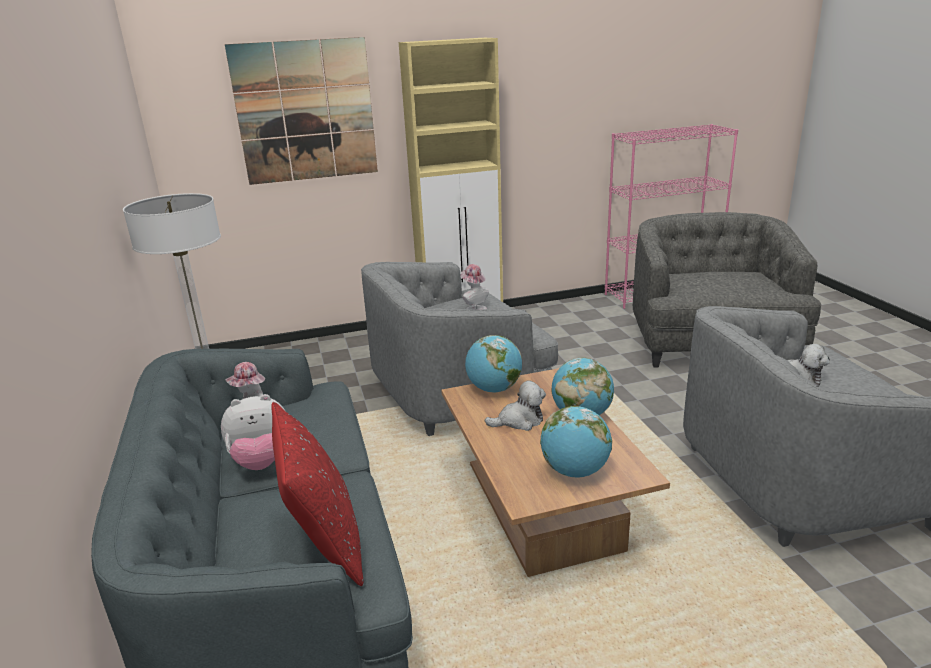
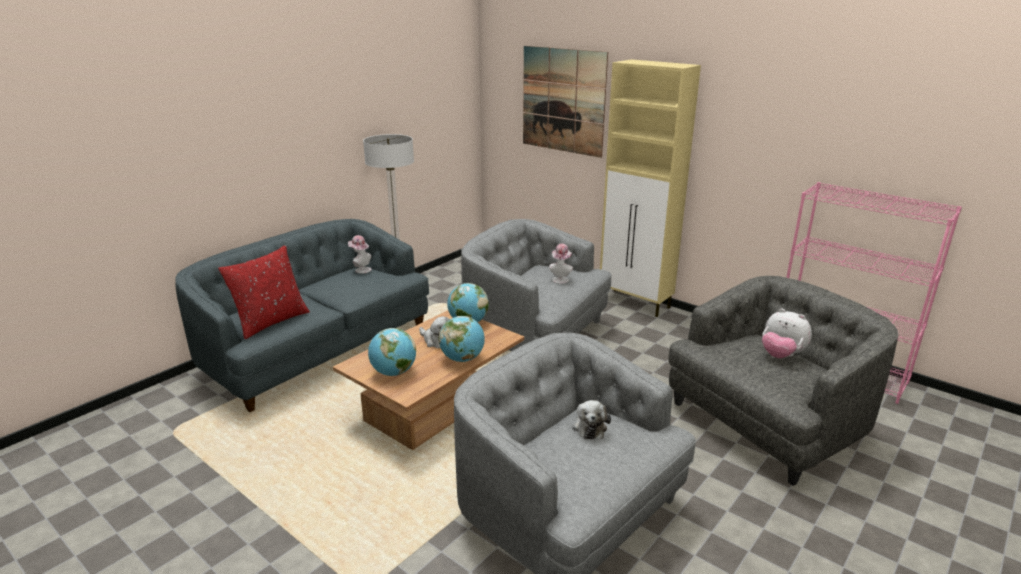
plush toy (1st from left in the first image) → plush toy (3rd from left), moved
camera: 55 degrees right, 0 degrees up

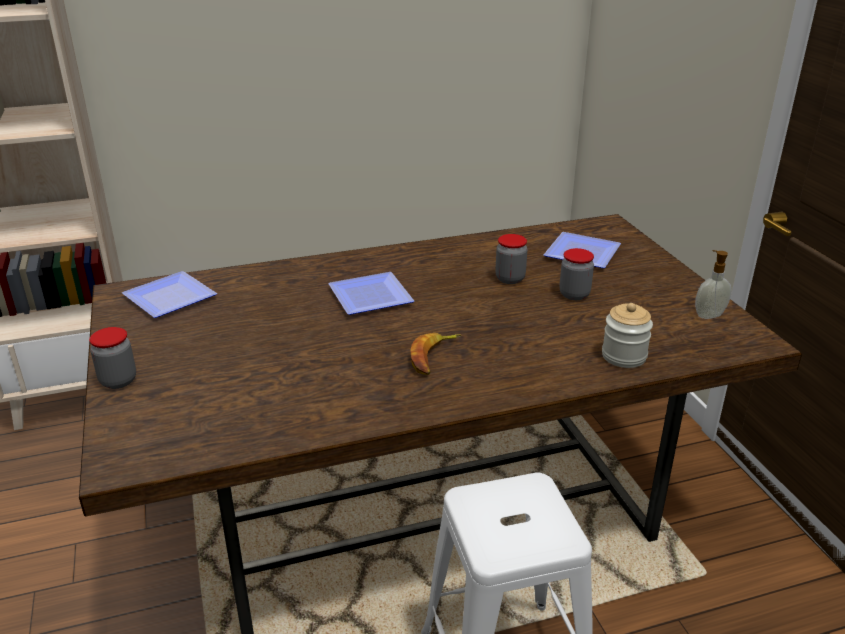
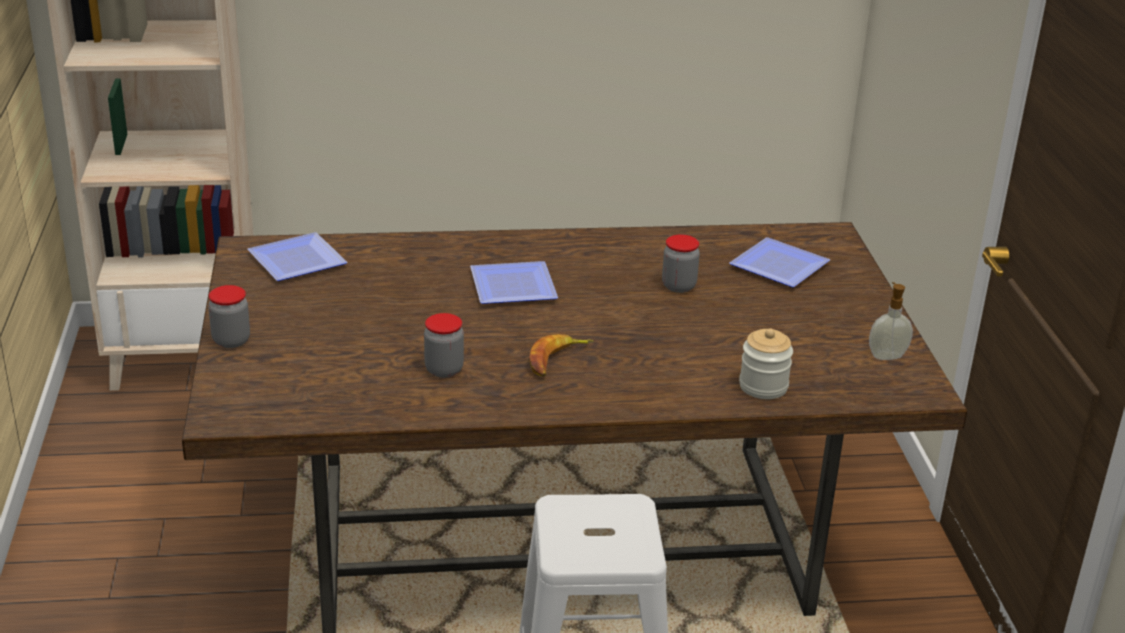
preserve jar (3rd from left in the first image) → preserve jar (2nd from left), moved
camera: 10 degrees right, 0 degrees up

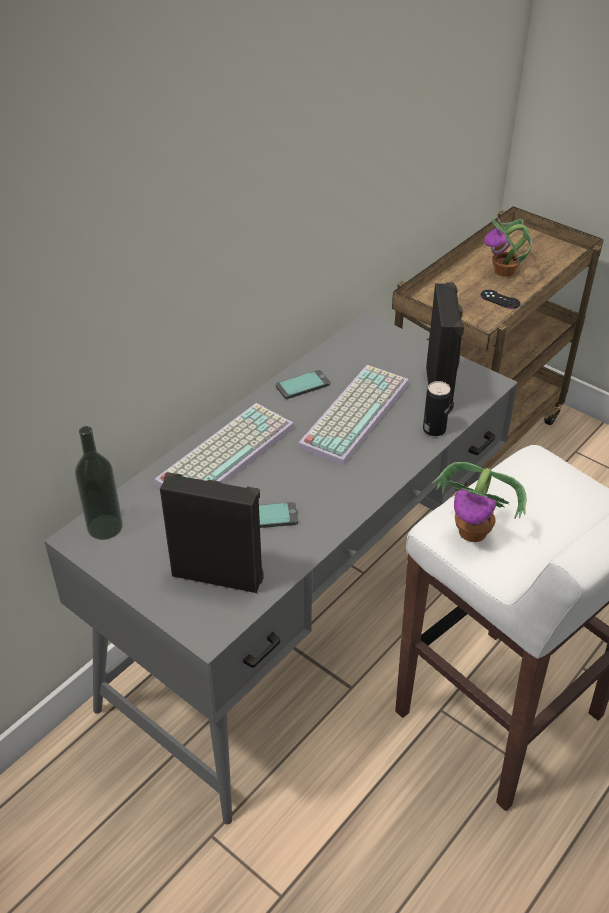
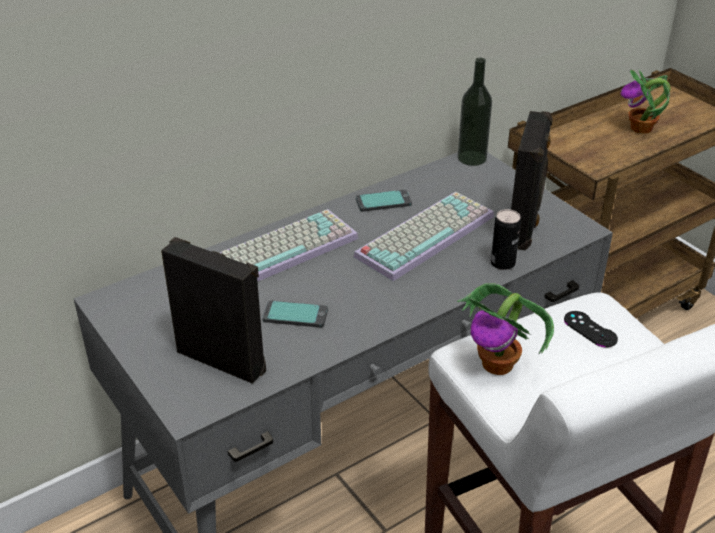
black joypad, moved
bottle, moved
camera: 15 degrees right, 5 degrees down

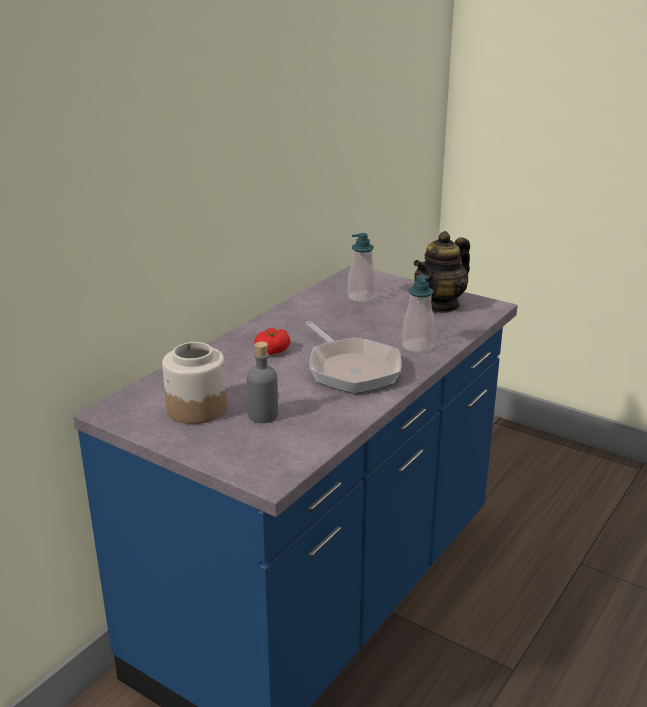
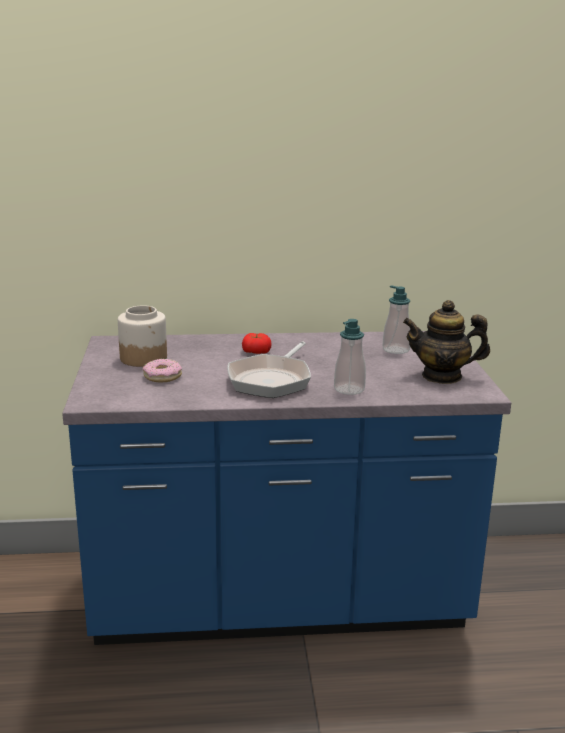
greyish bottle → doughnut
camera: 50 degrees right, 5 degrees down

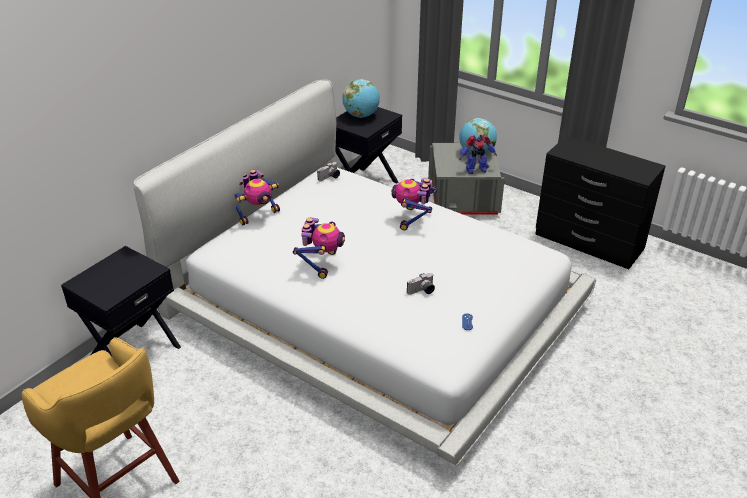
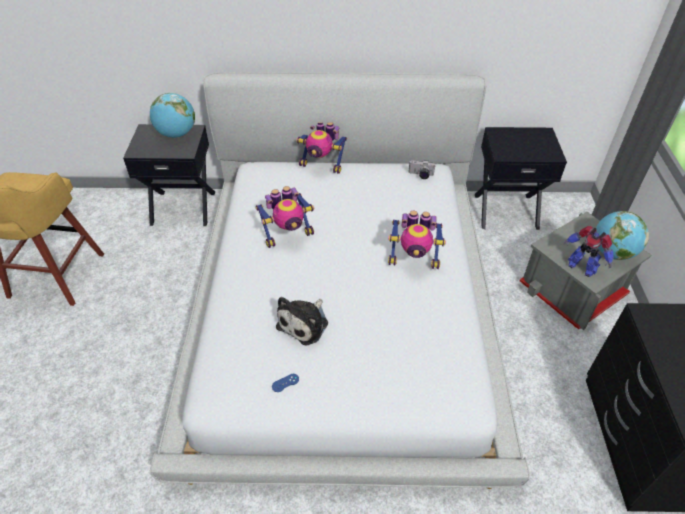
desk globe (1st from left), moved
toy robot (3rd from left), 150 degrees counterclockwise
photo camera (2nd from left) → plush toy
camera: 55 degrees right, 10 degrees up

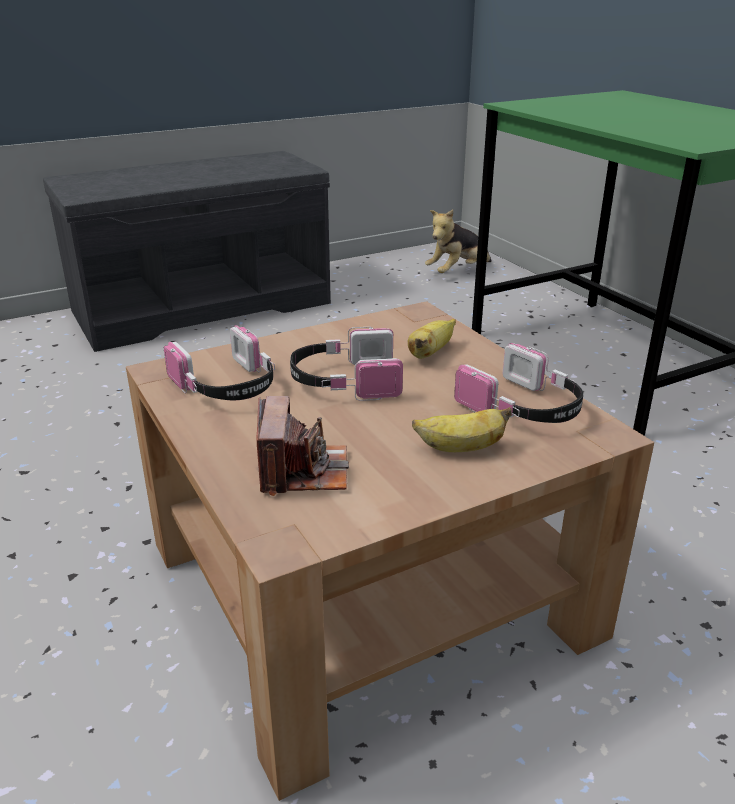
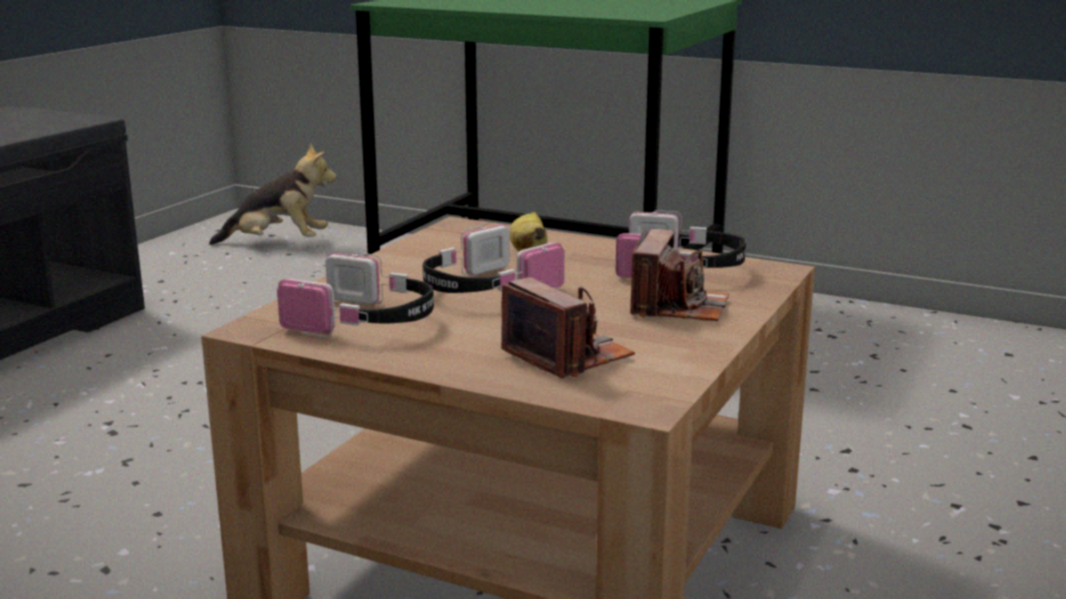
plush toy, 105 degrees counterclockwise
banana fruit (2nd from left) → photo camera (2nd from left)
camera: 35 degrees left, 10 degrees down

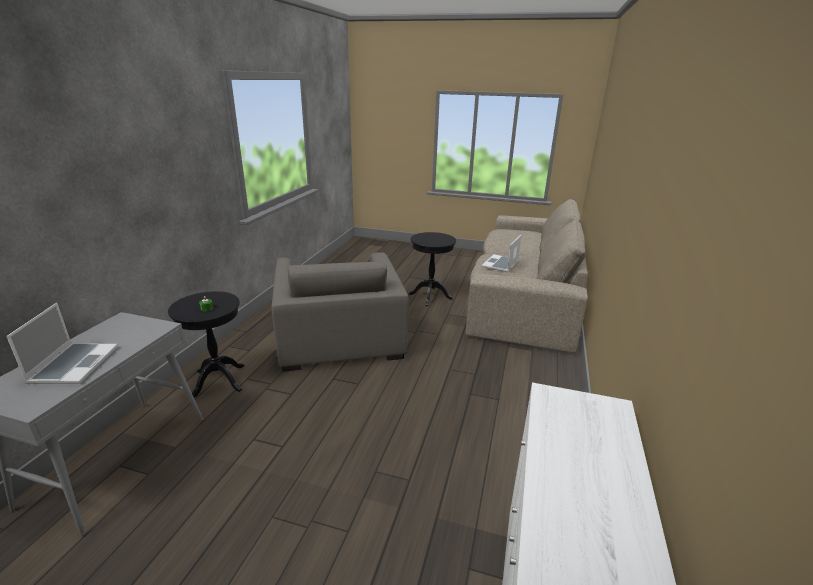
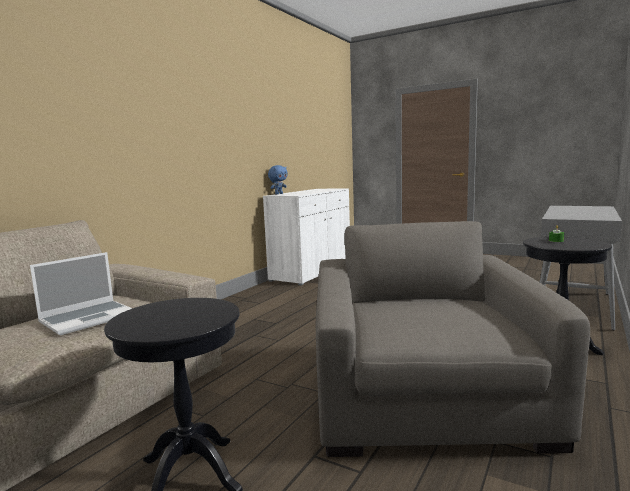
portable computer (1st from left) → -
- → blue plush toy
camera: 165 degrees left, 15 degrees down

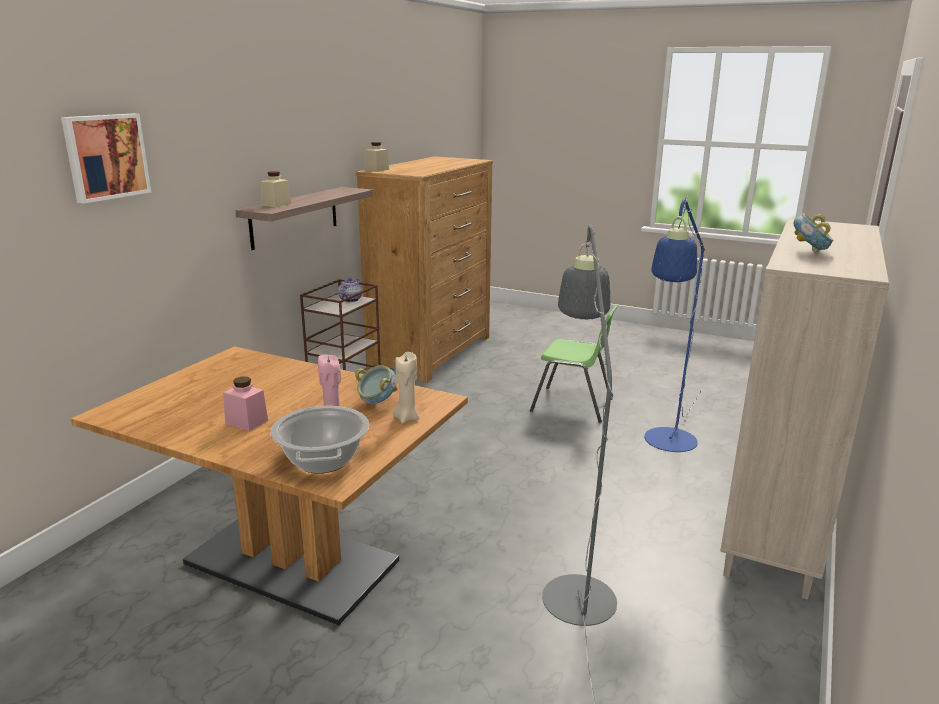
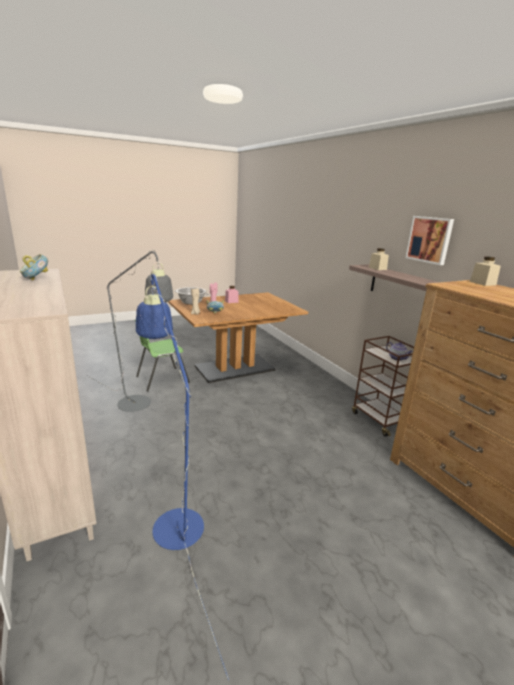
wall art, moved
green upright chair, moved
camera: 125 degrees right, 0 degrees up

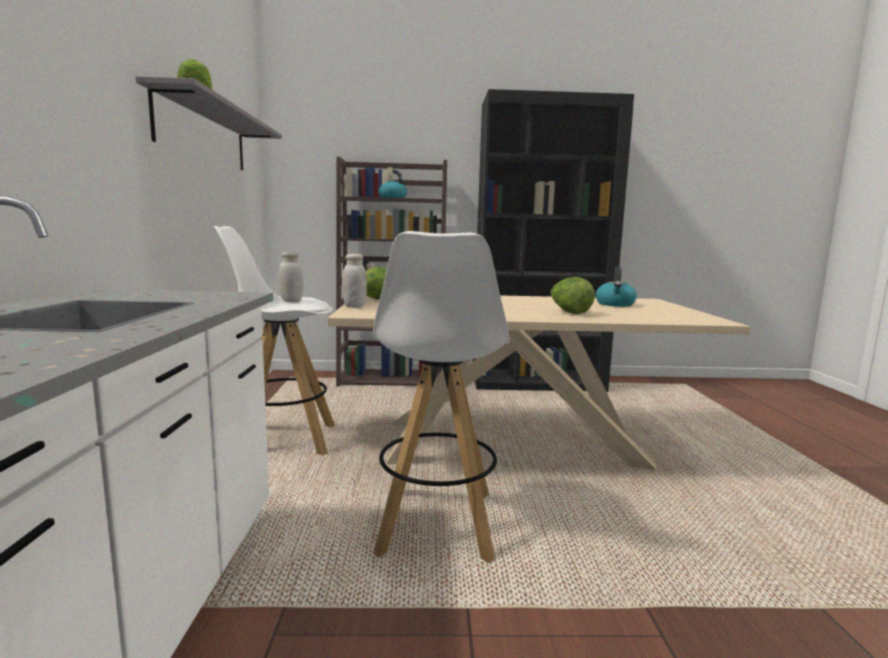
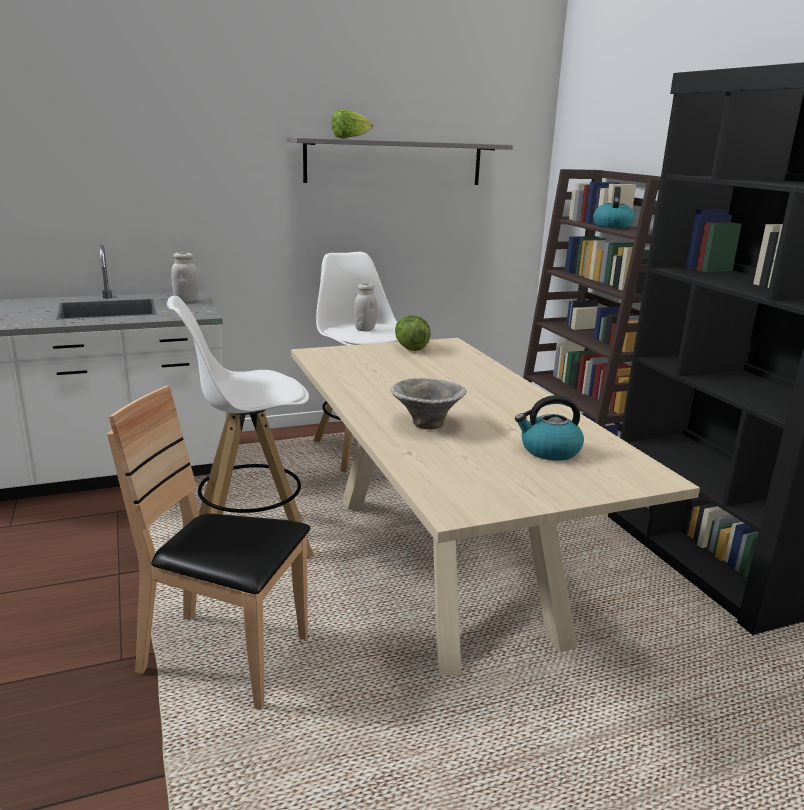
whitish preserve jar (2nd from left in the first image) → whitish preserve jar (1st from left), moved
lettuce (3rd from left) → deep dish
- → brownish upright chair
camera: 70 degrees right, 10 degrees up

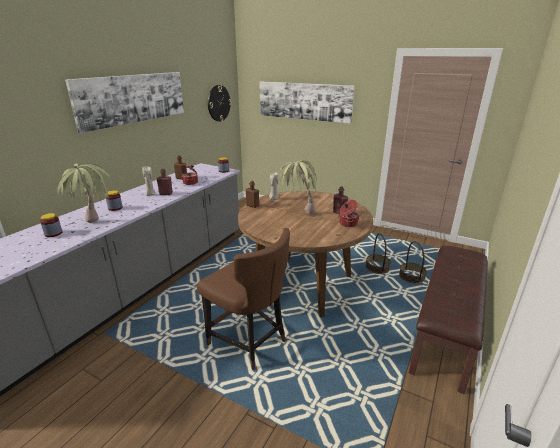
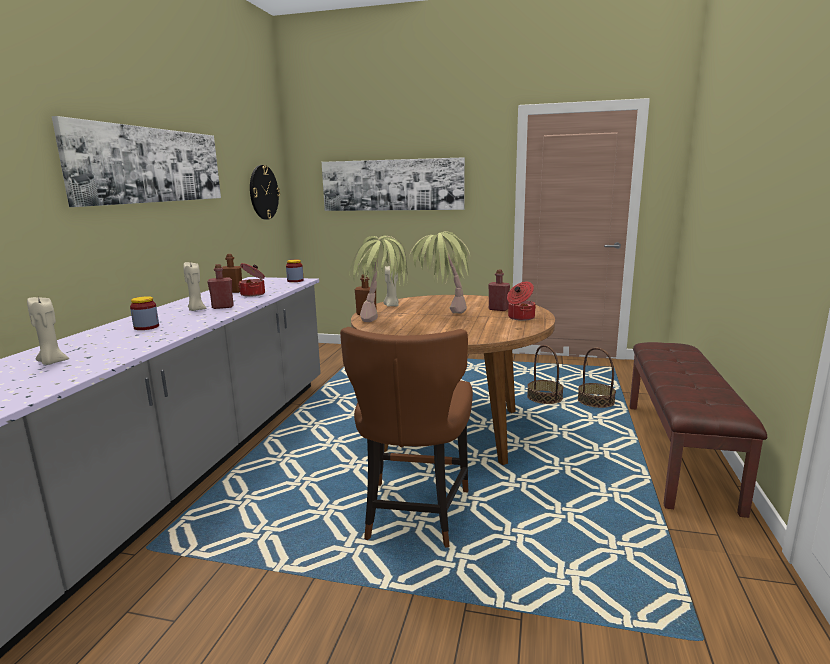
houseplant (1st from left), moved
preserve jar (1st from left) → beige candle (1st from left)
brownish upright chair, 75 degrees clockwise
camera: 15 degrees left, 10 degrees down

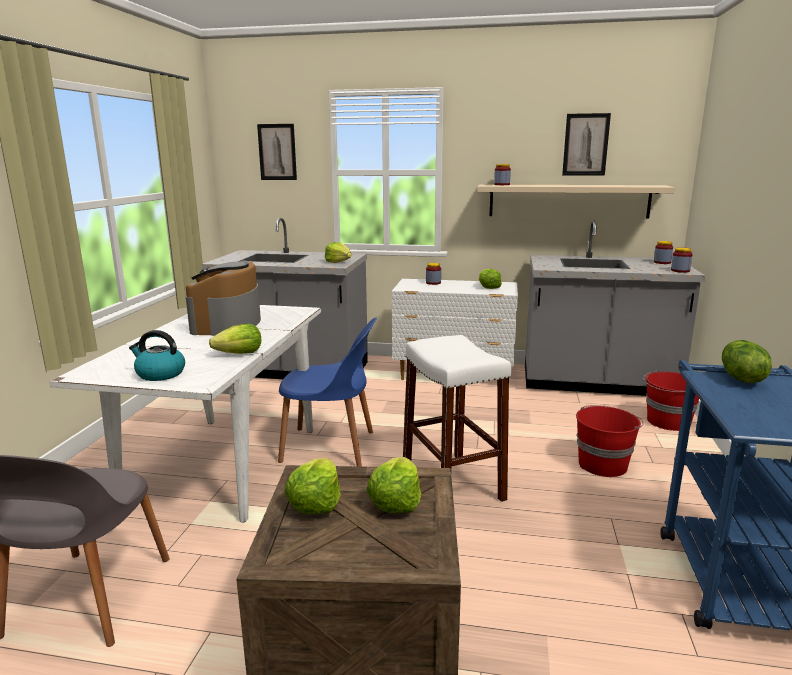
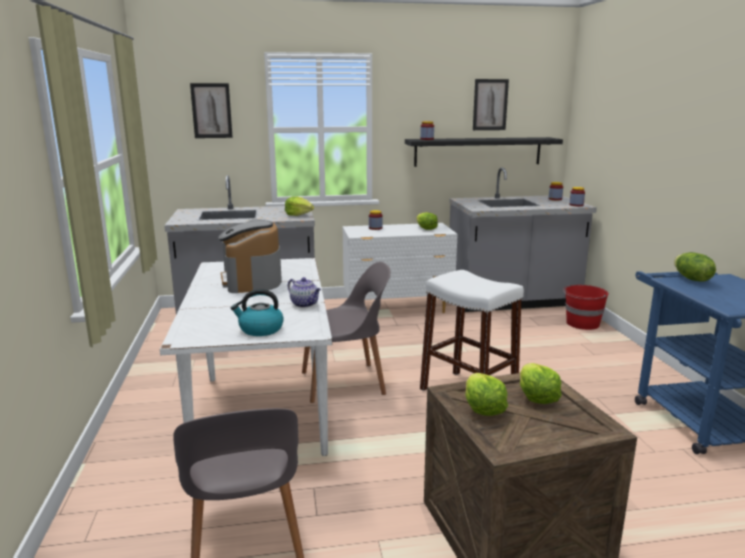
beige shelf → black shelf
blue upright chair → greyish upright chair (2nd from left)
lettuce (1st from left) → teapot
red-coloured pail (1st from left) → -
camera: 20 degrees left, 0 degrees up

